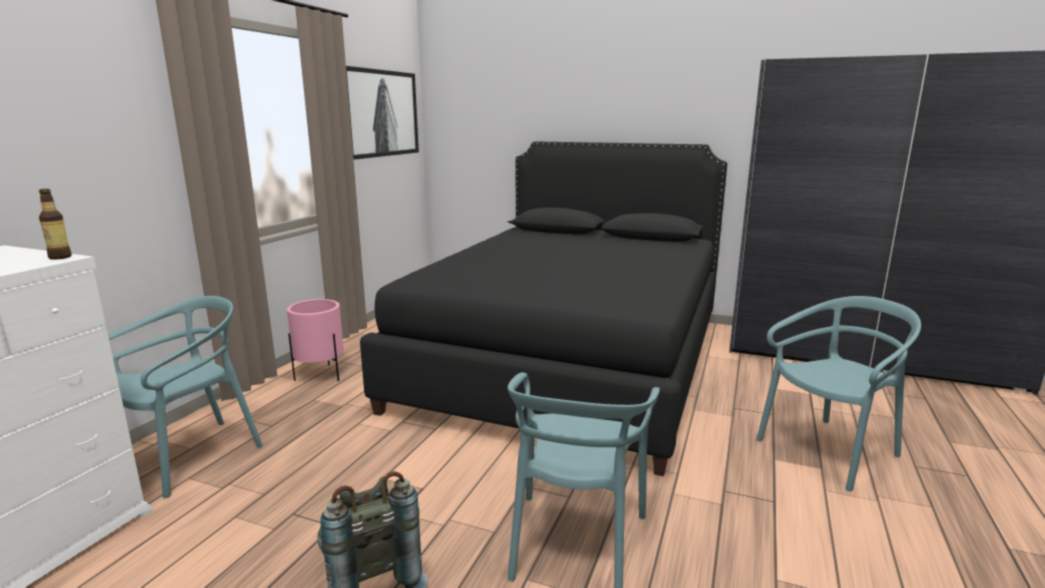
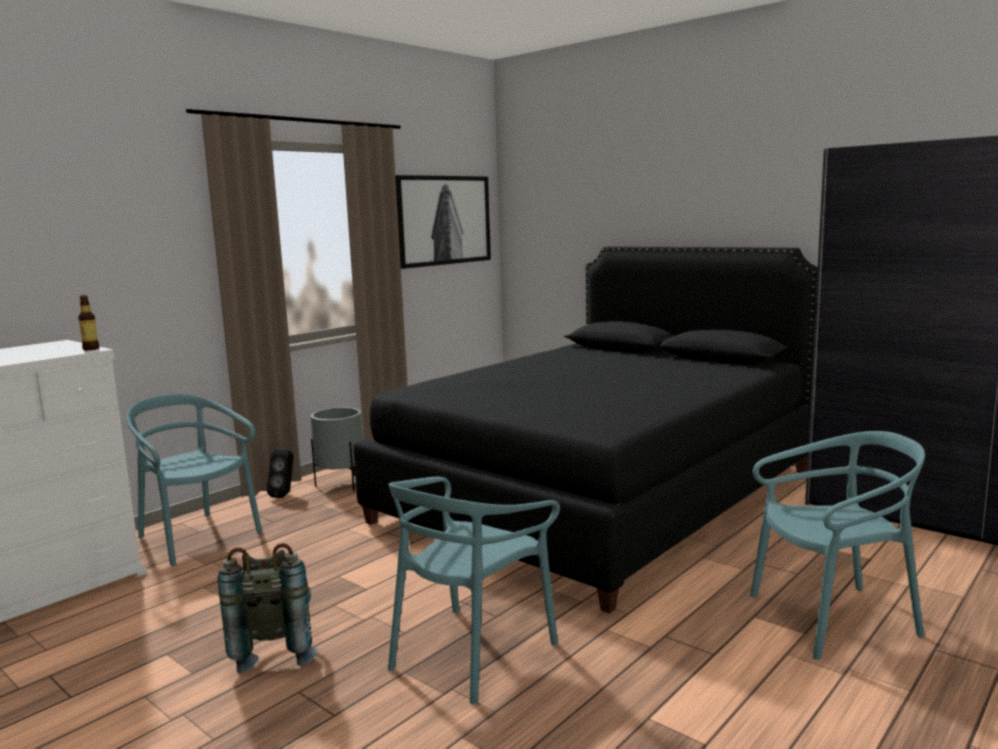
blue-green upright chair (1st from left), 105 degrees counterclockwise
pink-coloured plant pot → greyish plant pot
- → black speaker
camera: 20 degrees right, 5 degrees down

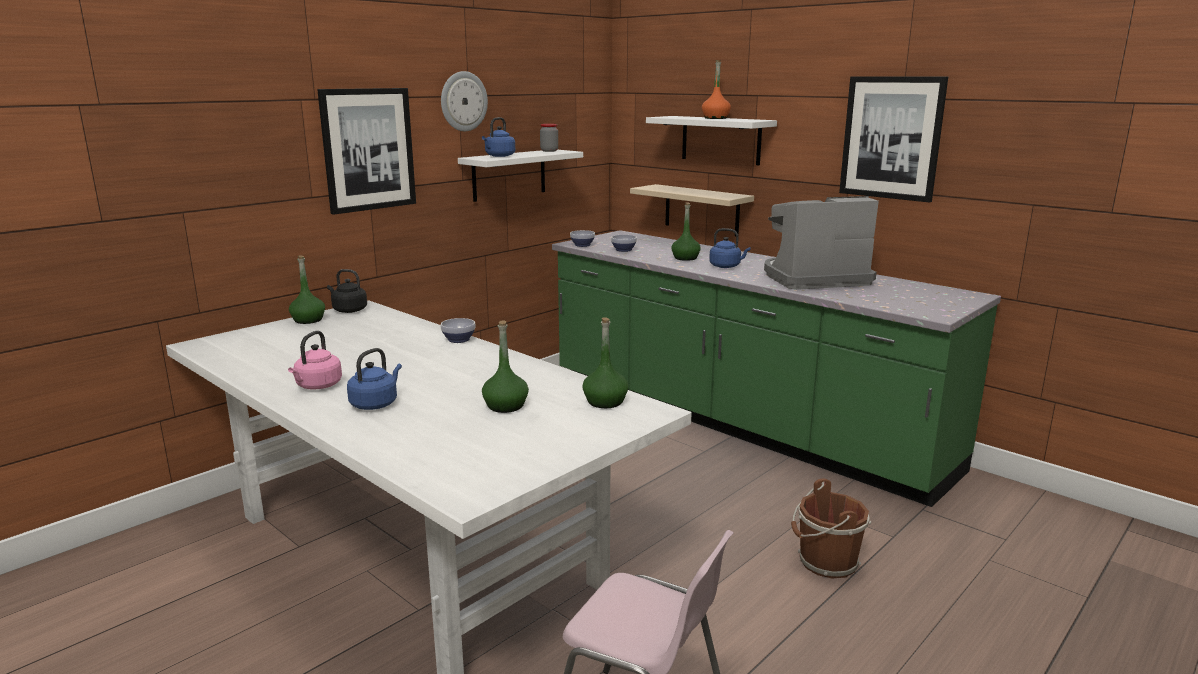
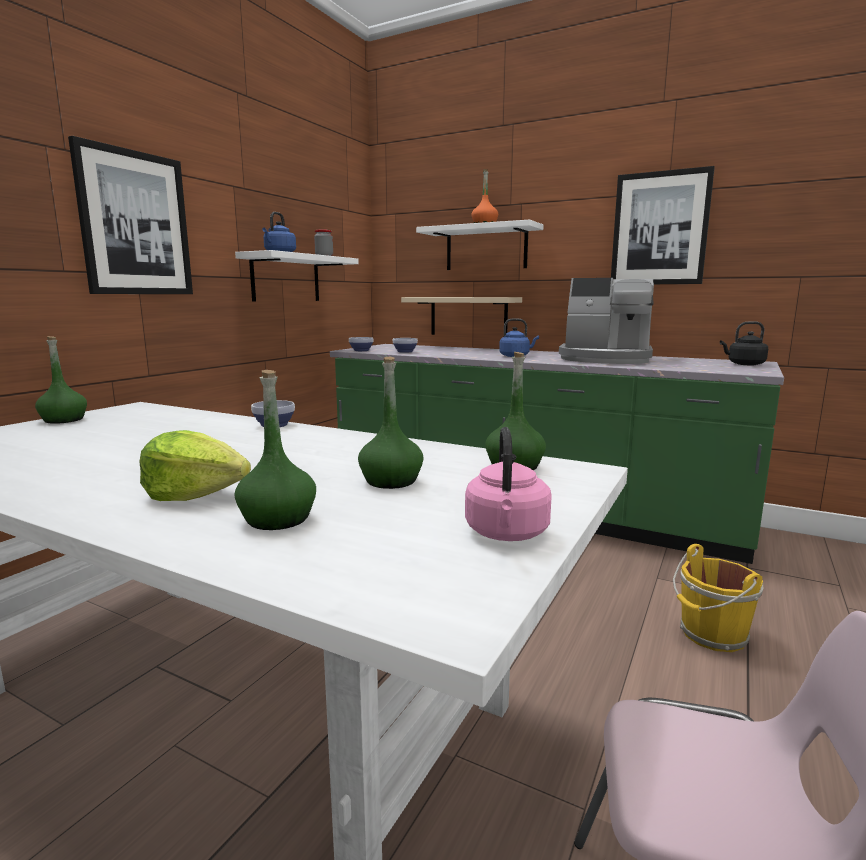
hanging clock → -
coffee machine, 135 degrees counterclockwise
green bottle (4th from left in the first image) → green bottle (2nd from left), moved
black kettle, moved
pink-coloured kettle, moved
blue kettle (1st from left) → lettuce
brownish pail → yellow-coloured pail
camera: 15 degrees left, 5 degrees down

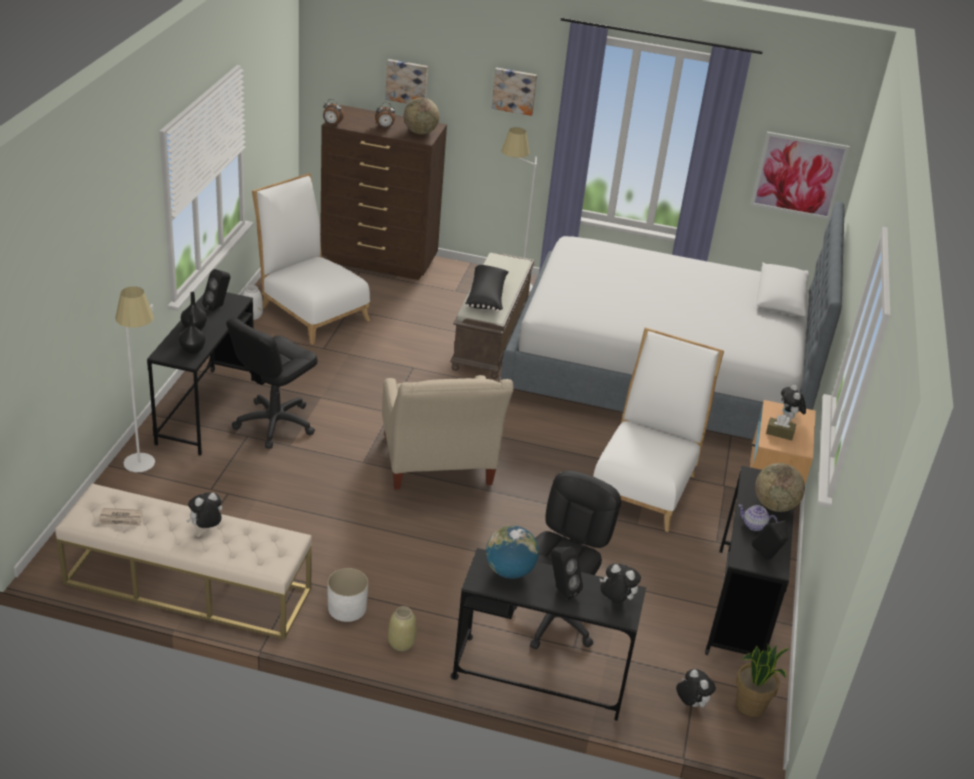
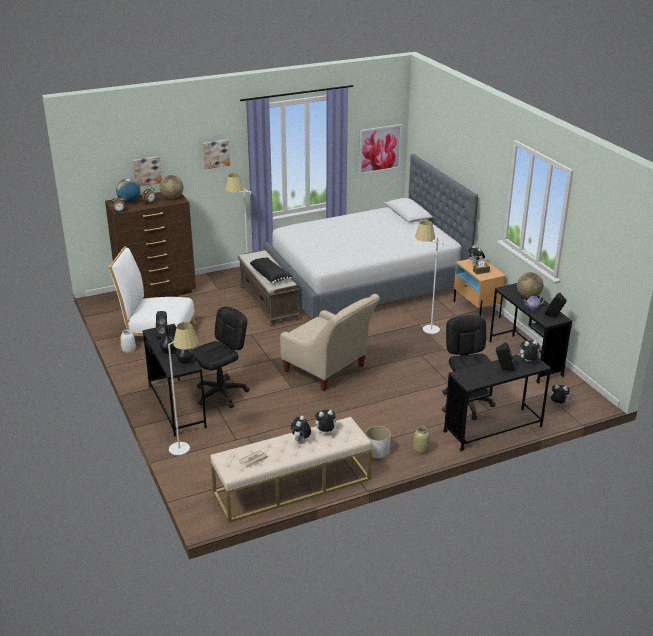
black computer chair (1st from left), 135 degrees counterclockwise
whitish upright chair (2nd from left) → whitish standard lamp (3rd from left)
desk globe (2nd from left in the first image) → desk globe (1st from left), moved
houseplant → -
- → plush toy (2nd from left)
camera: 35 degrees left, 5 degrees down

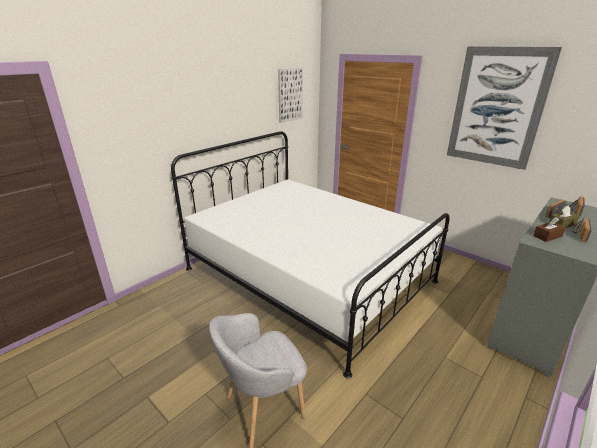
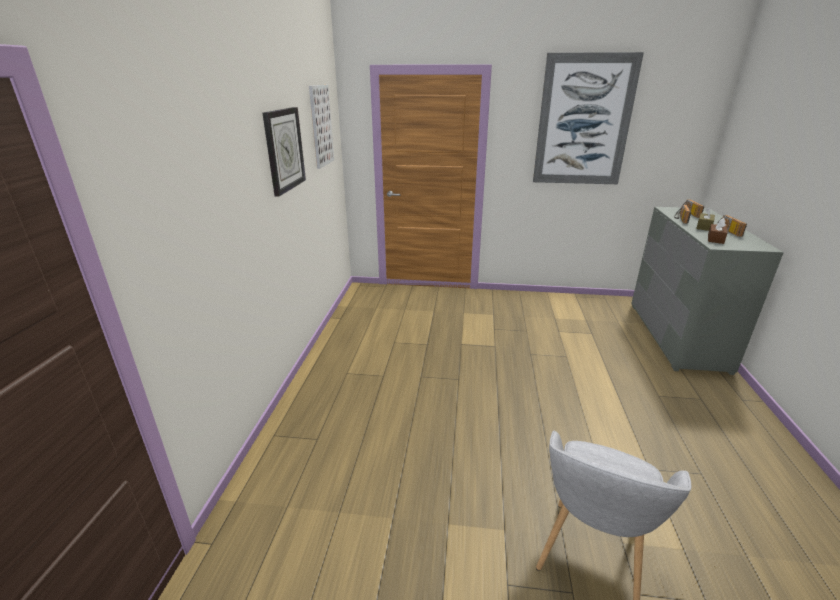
whitish bedroom bed → -
- → hanging clock
camera: 35 degrees left, 0 degrees up

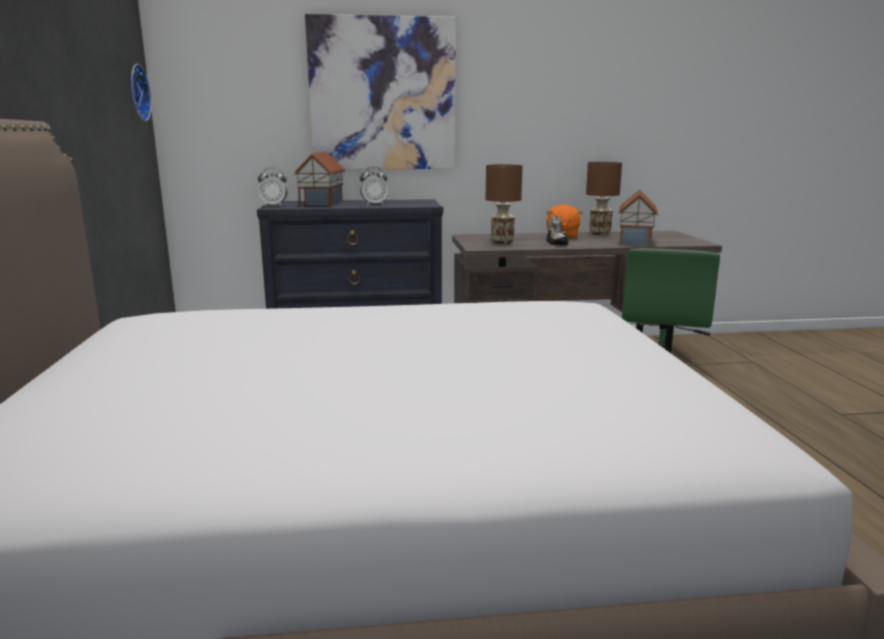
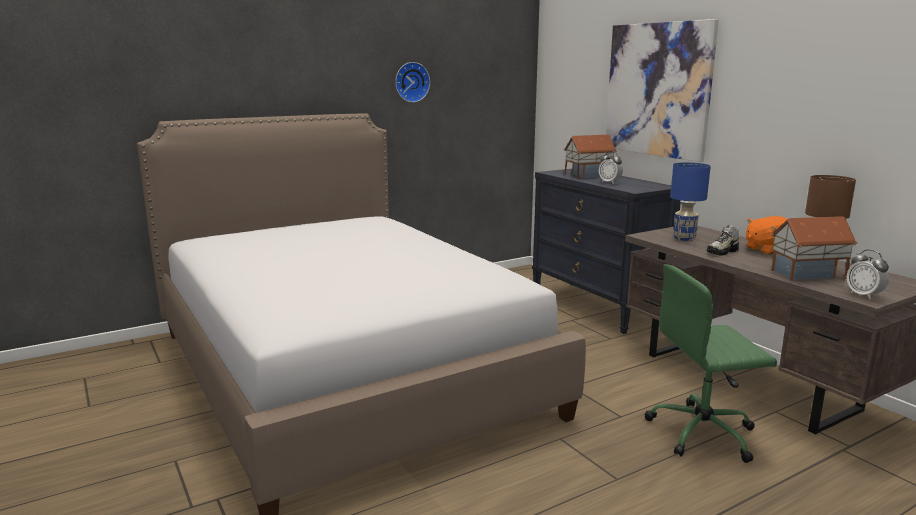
hanging clock, moved
brownish table lamp (1st from left) → blue table lamp
bedside clock (1st from left in the first image) → bedside clock (2nd from left), moved
camera: 65 degrees right, 0 degrees up

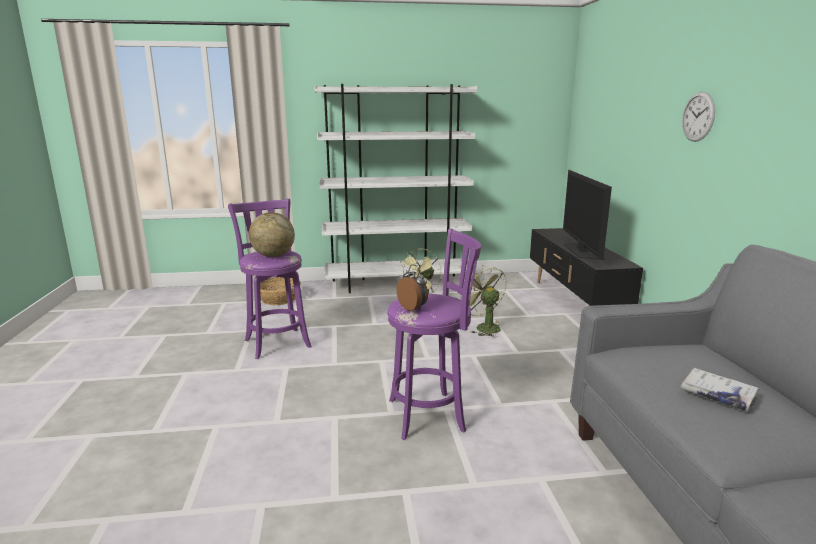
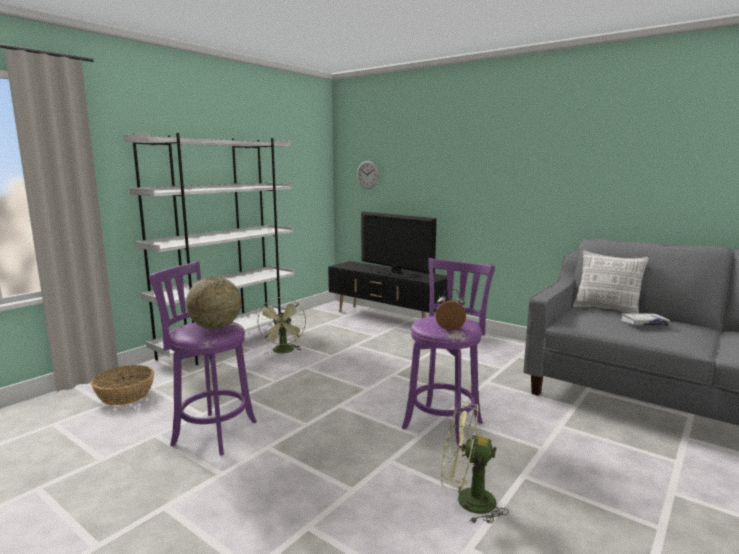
hanging clock, moved
green fan (2nd from left), moved
- → throw pillow
camera: 45 degrees left, 5 degrees down

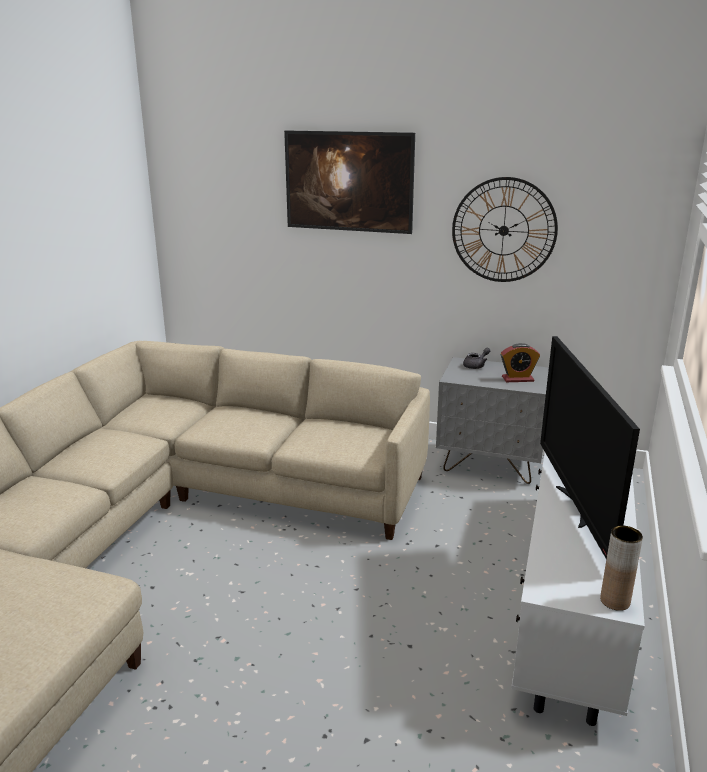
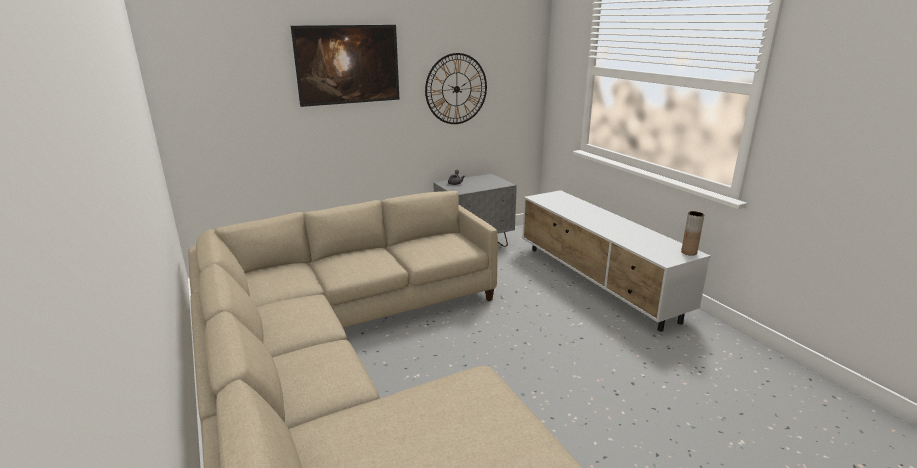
television → -
bedside clock → -
camera: 45 degrees left, 0 degrees up

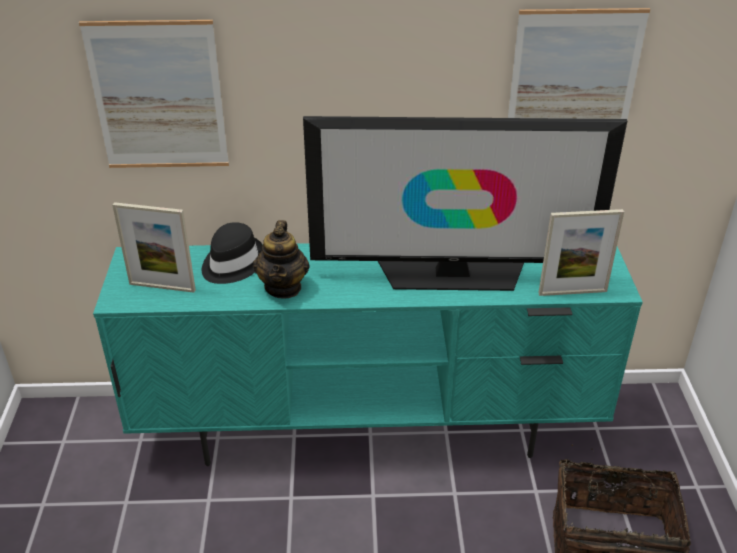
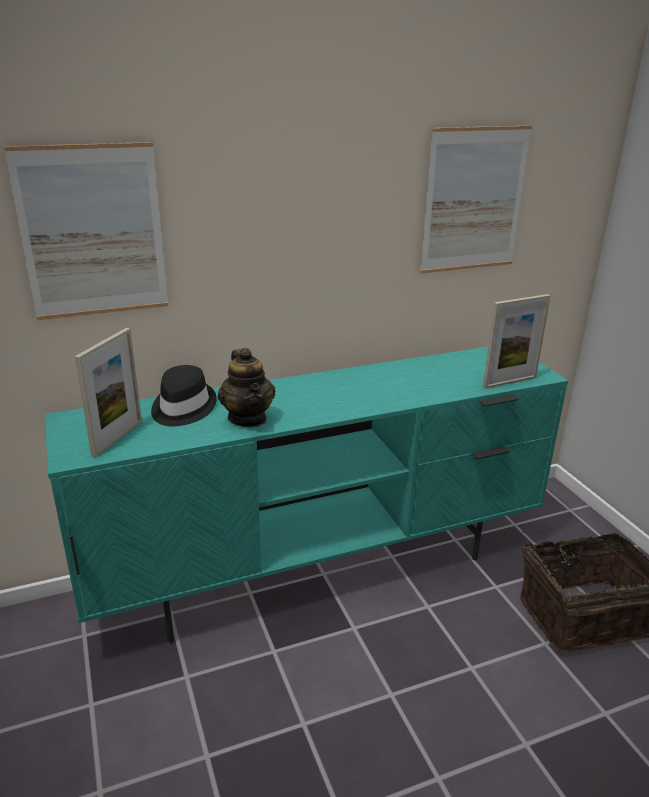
television → -
photo frame (1st from left), 60 degrees counterclockwise
camera: 20 degrees left, 10 degrees down

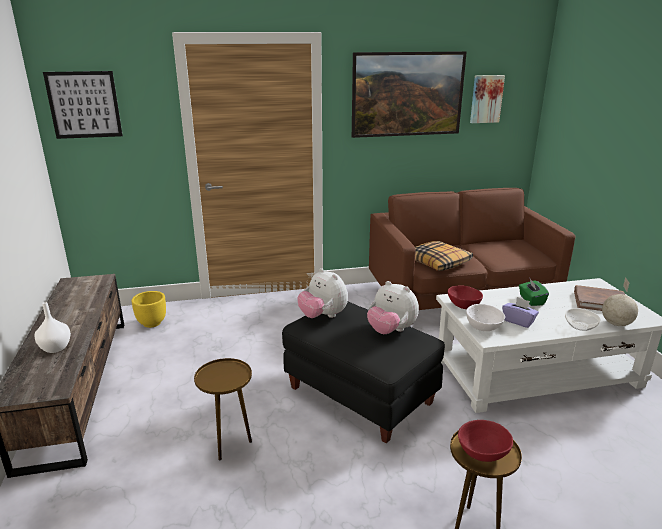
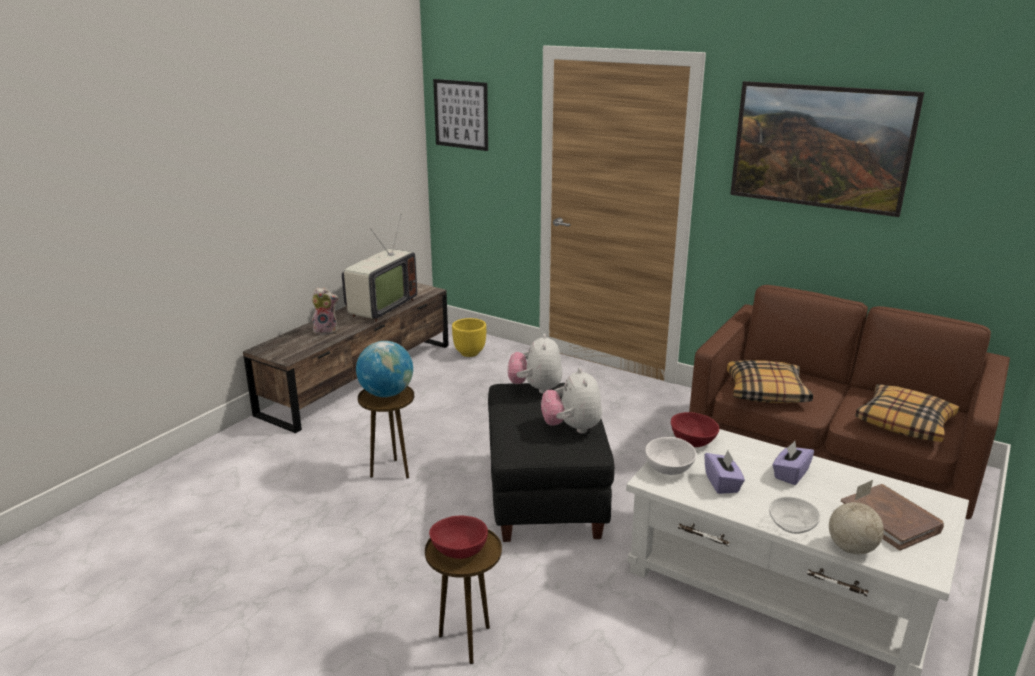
wall art (3rd from left) → -
green tissue box → purple tissue box (2nd from left)
whitish decorative vase → plush toy (1st from left)
- → television
- → desk globe (1st from left)
- → throw pillow (2nd from left)
camera: 45 degrees right, 0 degrees up

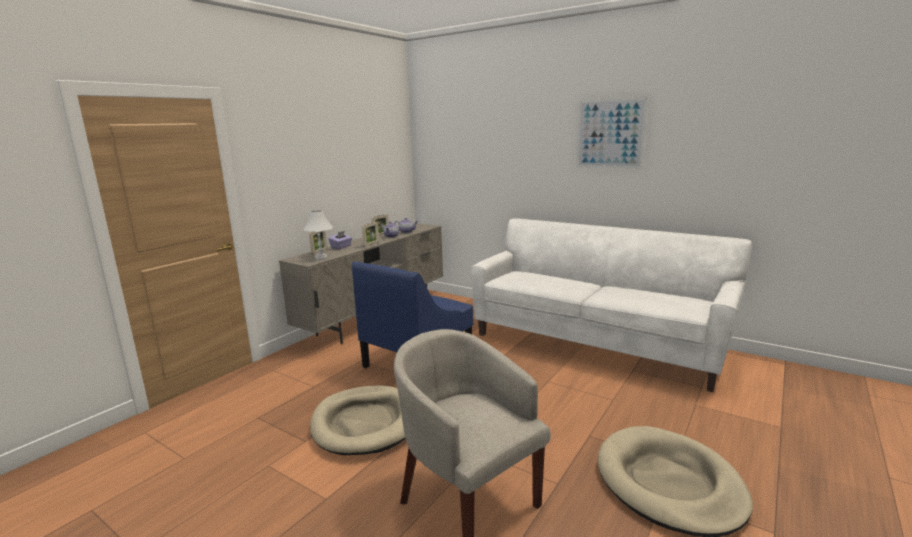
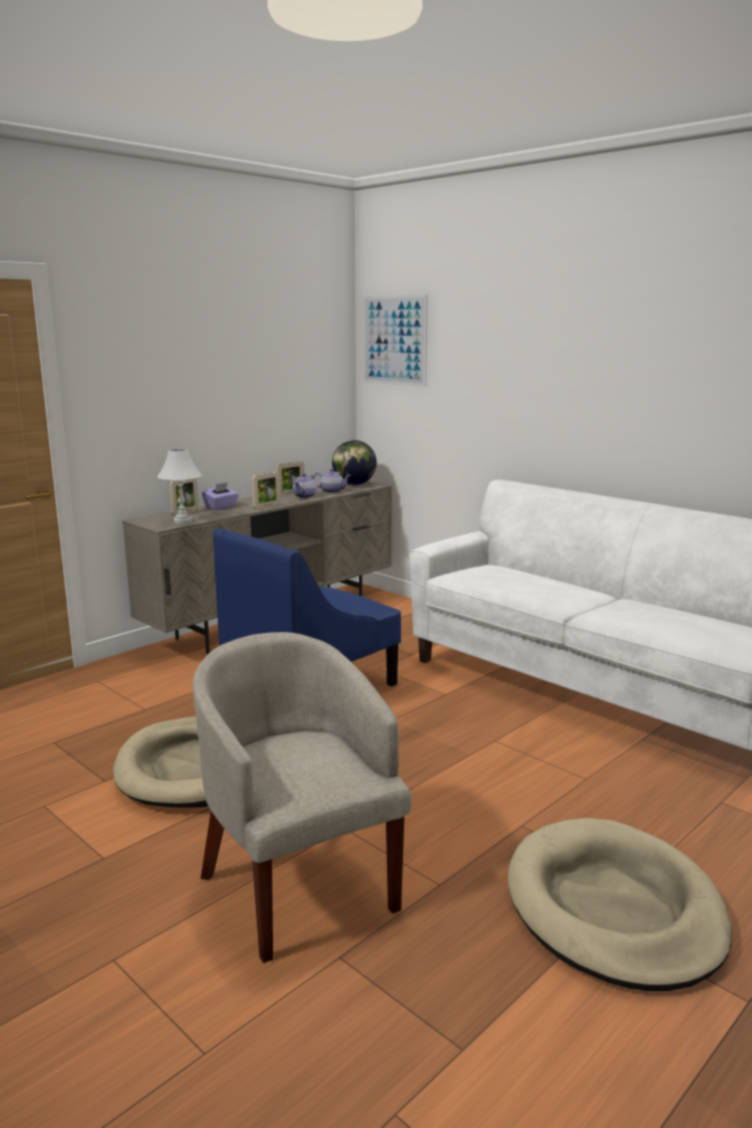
wall art, moved
- → desk globe
camera: 10 degrees right, 0 degrees up

